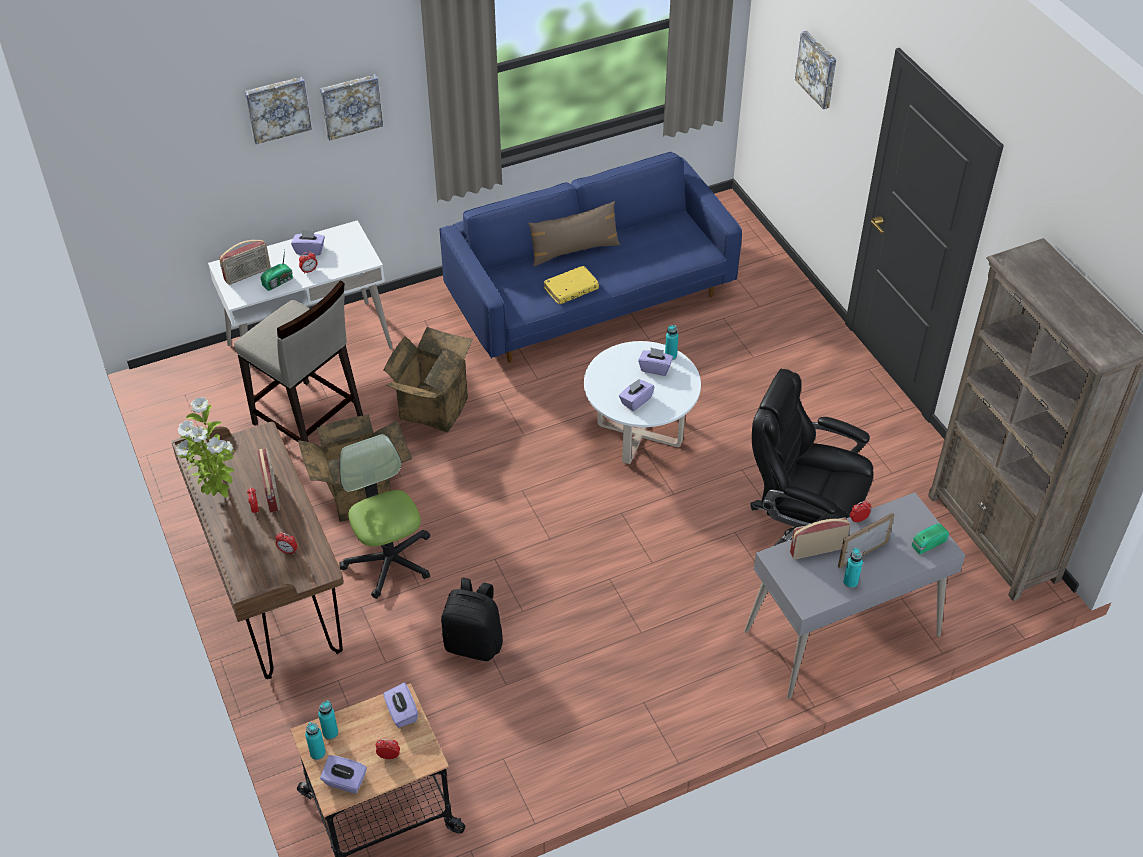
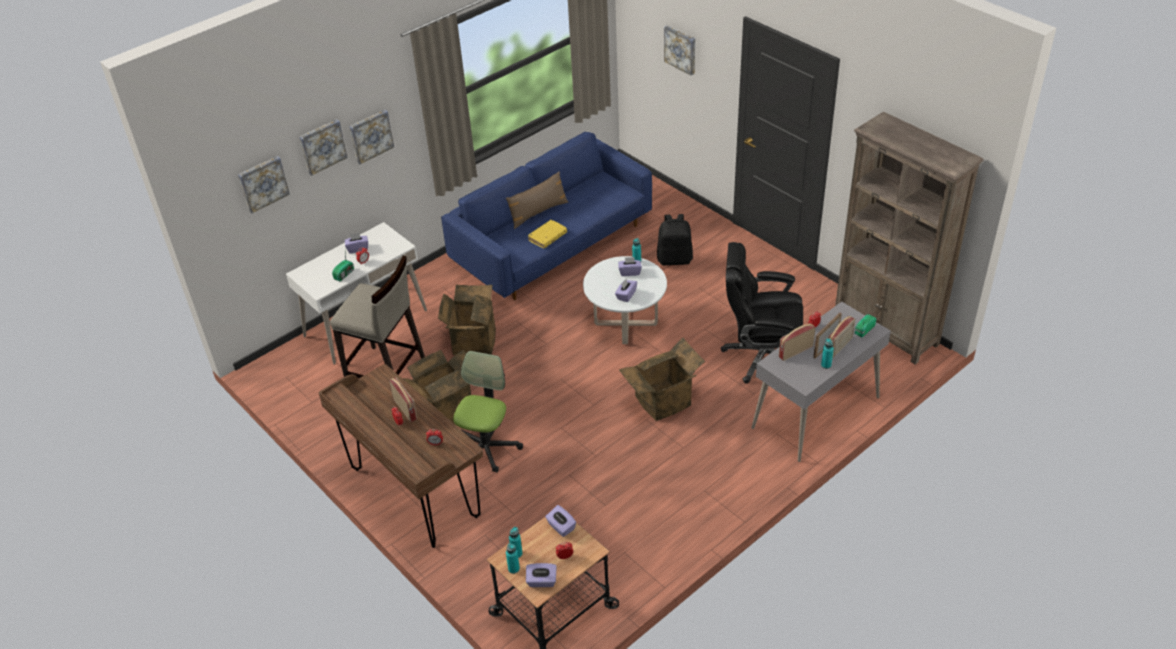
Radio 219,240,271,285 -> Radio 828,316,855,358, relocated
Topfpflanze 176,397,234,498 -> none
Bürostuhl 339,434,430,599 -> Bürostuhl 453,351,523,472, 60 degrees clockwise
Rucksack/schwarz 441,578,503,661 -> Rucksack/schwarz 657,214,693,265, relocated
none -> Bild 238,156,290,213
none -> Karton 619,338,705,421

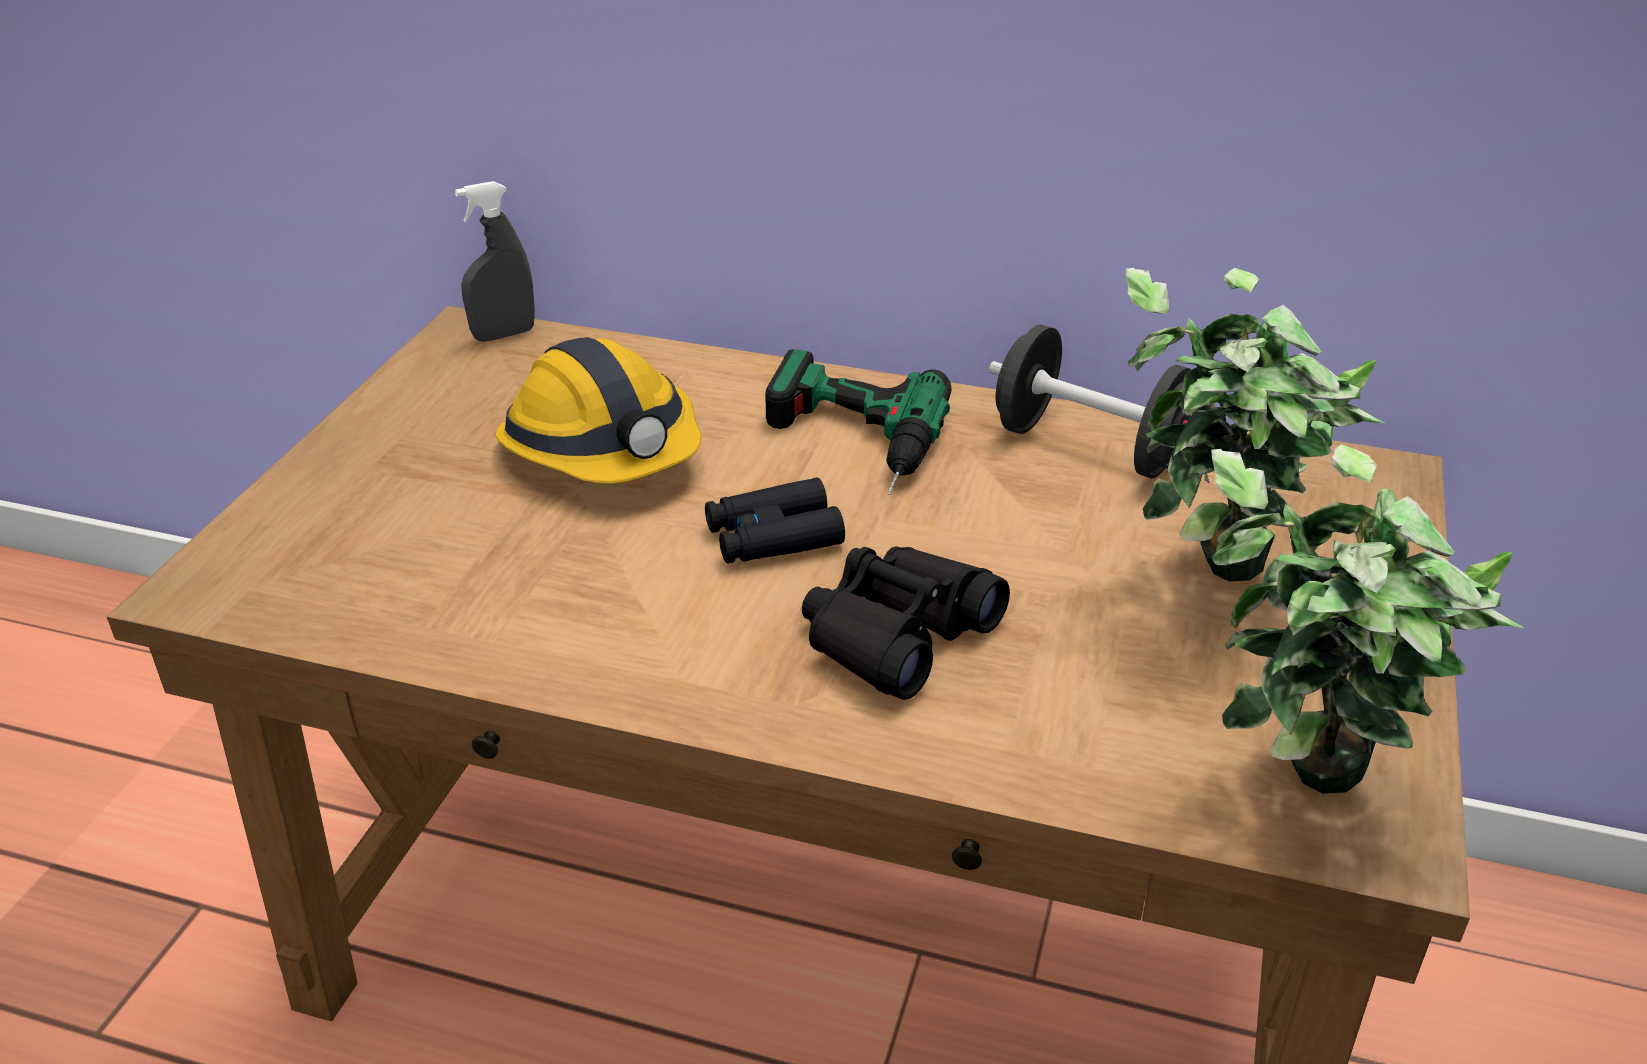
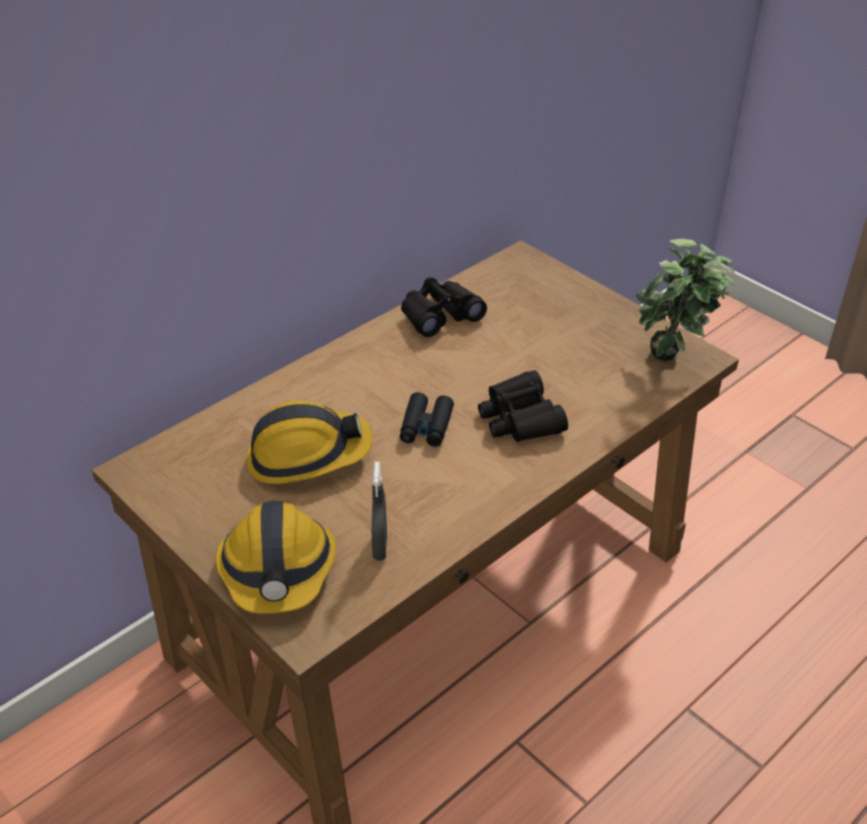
Sprühflasche/grau 455,181,535,342 -> Sprühflasche/grau 372,462,387,561, relocated
Topfpflanze 1126,268,1384,582 -> none
Hantel/schwarz 989,324,1191,478 -> Fernglas/schwarz 401,277,487,337
Bohrmaschine 765,349,951,495 -> none
none -> Schutzhelm 216,501,336,614

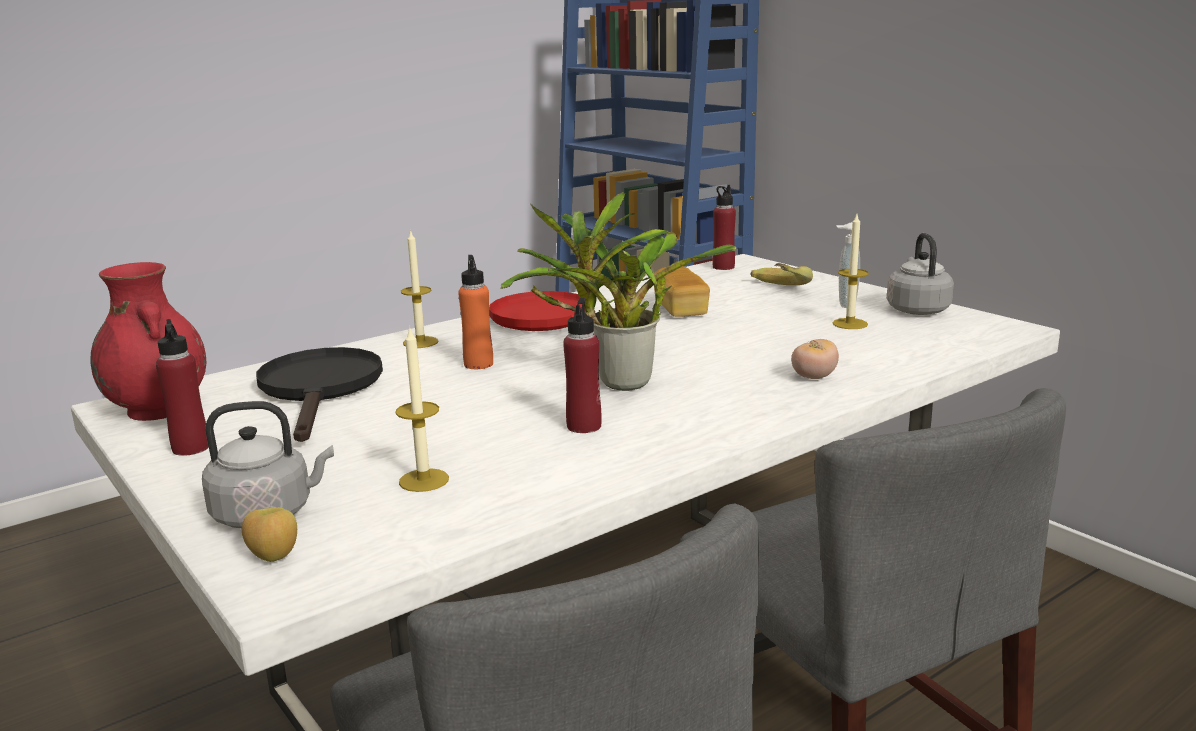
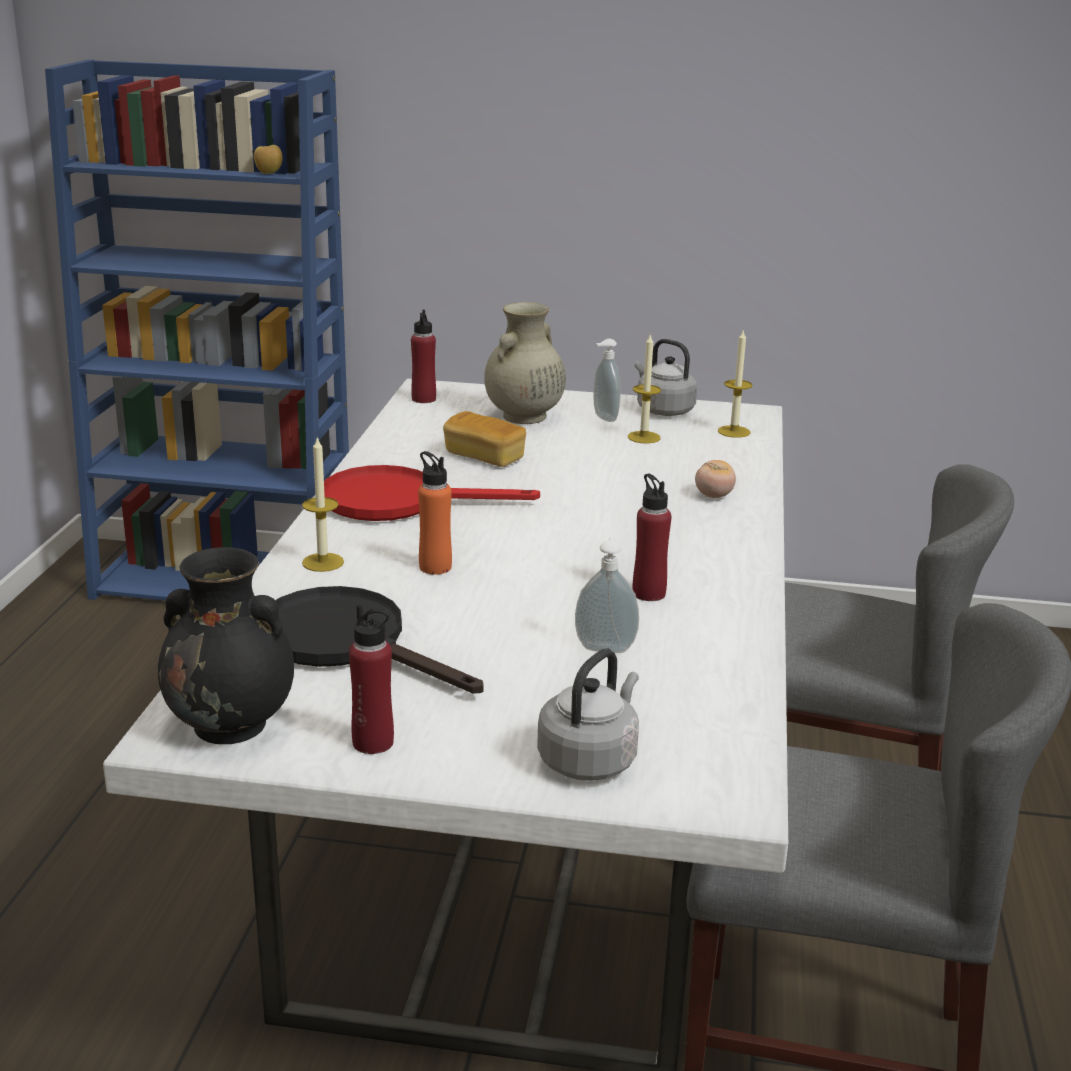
Topfpflanze 500,192,736,391 -> none
Vase/rot 90,262,206,421 -> Vase/schwarz 158,547,294,744
Banane 750,263,813,285 -> Vase/beige 484,302,566,424
Kerze 395,326,449,492 -> Kerze 718,329,753,438, relocated
Apfel 242,507,297,562 -> Apfel 254,145,282,174, relocated
none -> Seifenspender 575,537,639,653

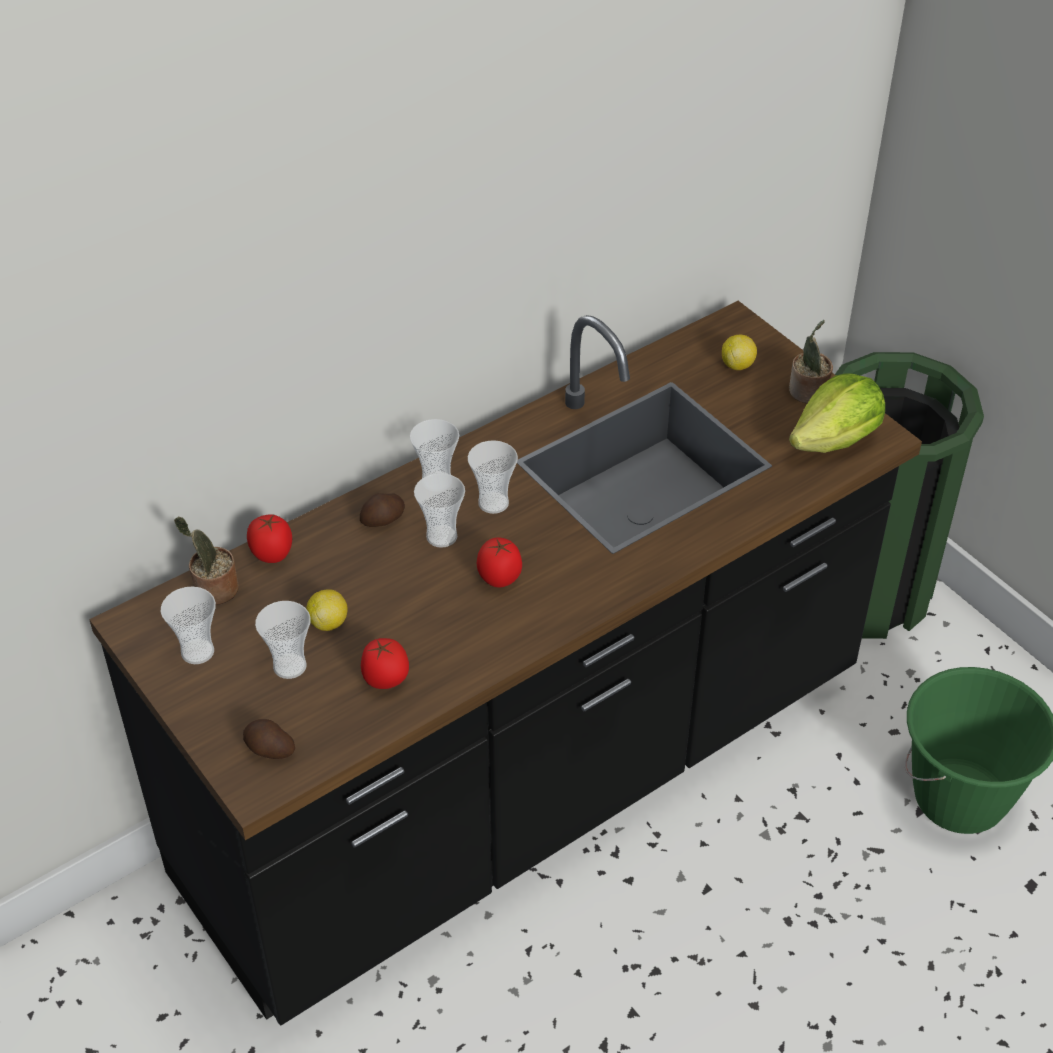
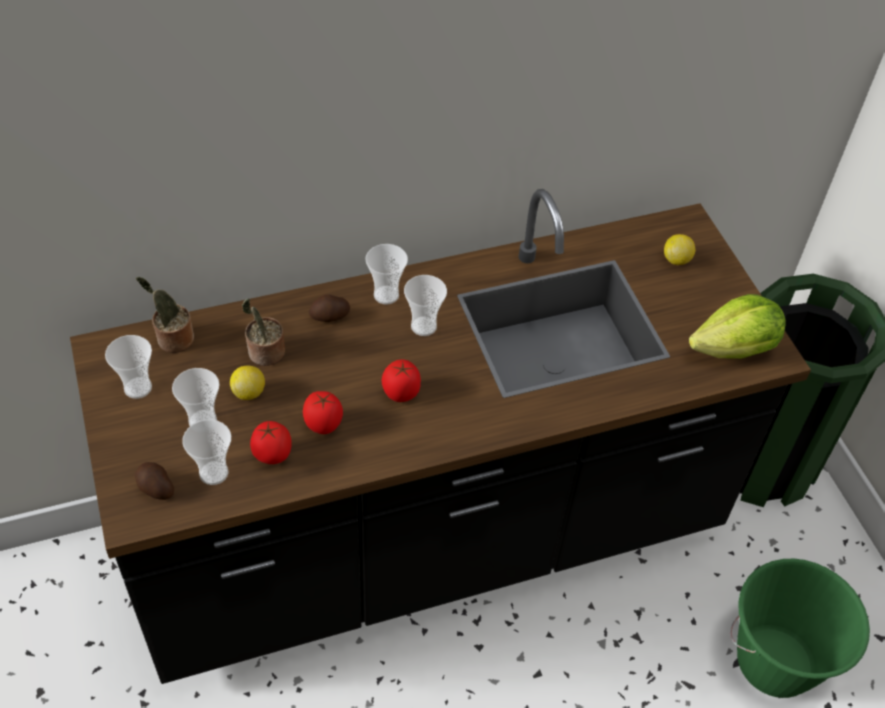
Topfpflanze 789,320,833,403 -> Topfpflanze 242,298,285,366, relocated
Tasse 414,473,465,548 -> Tasse 182,419,231,485, relocated
Tomate 247,515,292,563 -> Tomate 303,391,343,434, relocated

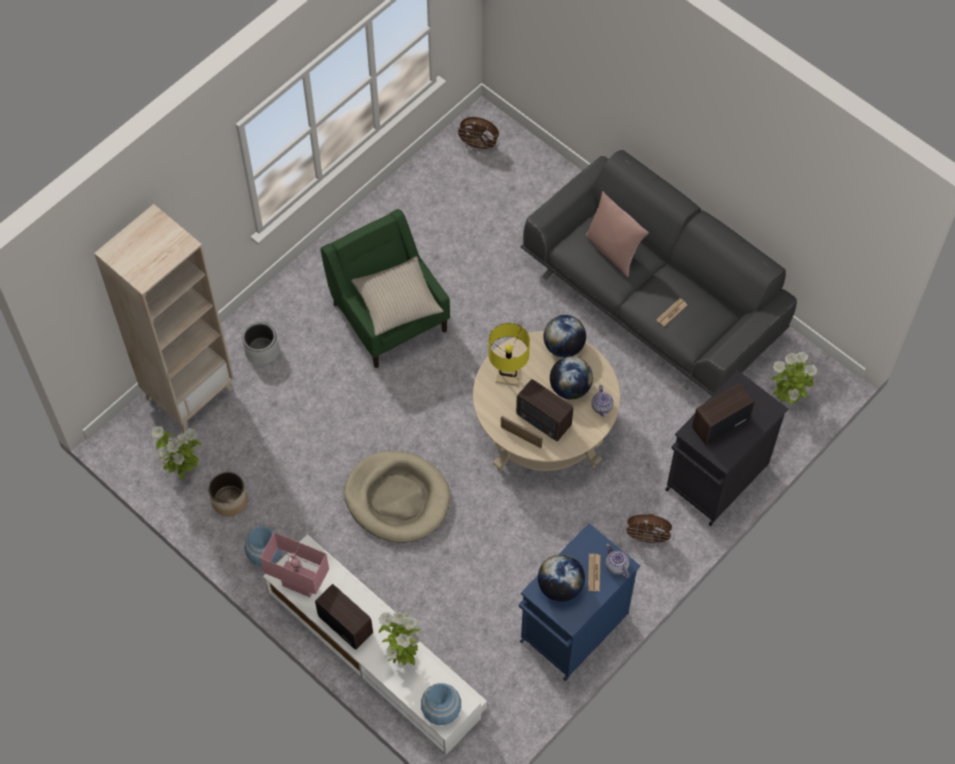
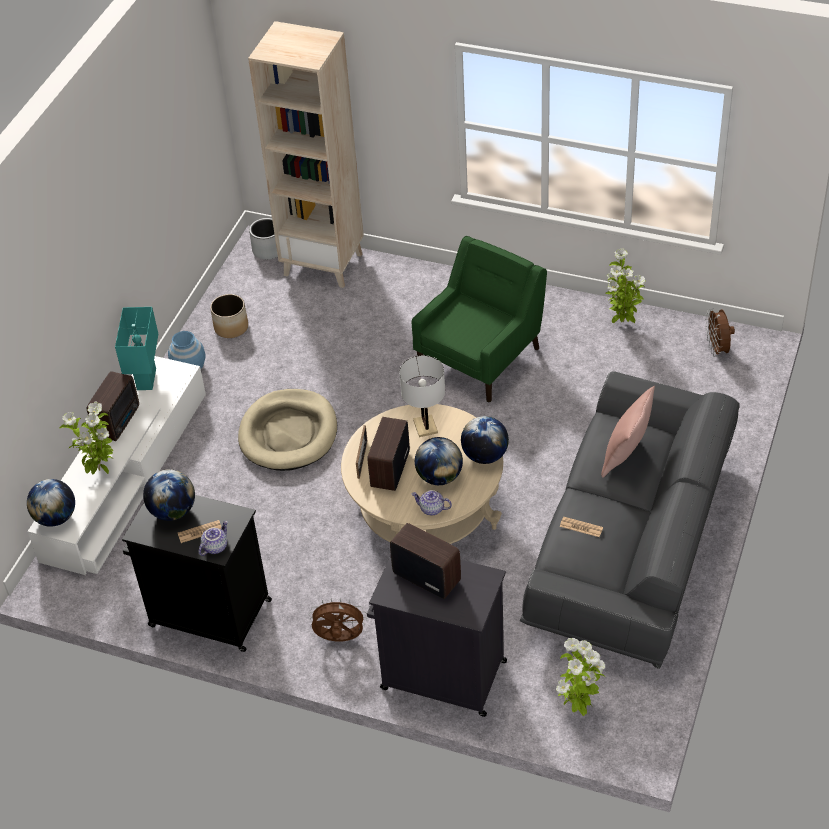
Kissen/beige 351,256,444,336 -> none
Pflanzkübel/grau 242,322,279,365 -> Pflanzkübel/grau 249,218,278,260, relocated
Tischlampe/gelb 488,323,530,386 -> Tischlampe/weiß 399,355,445,437
Teekanne 591,385,614,417 -> Teekanne 412,490,452,516, 45 degrees clockwise
Topfpflanze 151,426,201,479 -> Topfpflanze 605,249,646,323, relocated
Ventilator/braun 623,514,674,546 -> Ventilator/braun 309,598,367,642, 105 degrees clockwise
Schrank/blau 519,523,640,681 -> Schrank/schwarz 122,495,272,652
Tischlampe/rosa 260,532,329,597 -> Tischlampe/türkis 115,307,158,390
Vase/blau 421,683,461,725 -> Globus 27,479,75,527

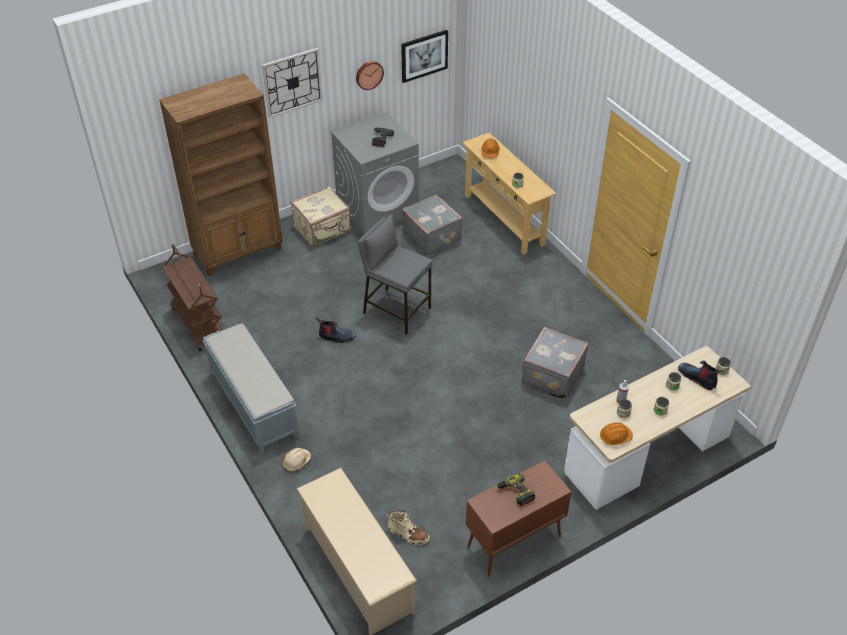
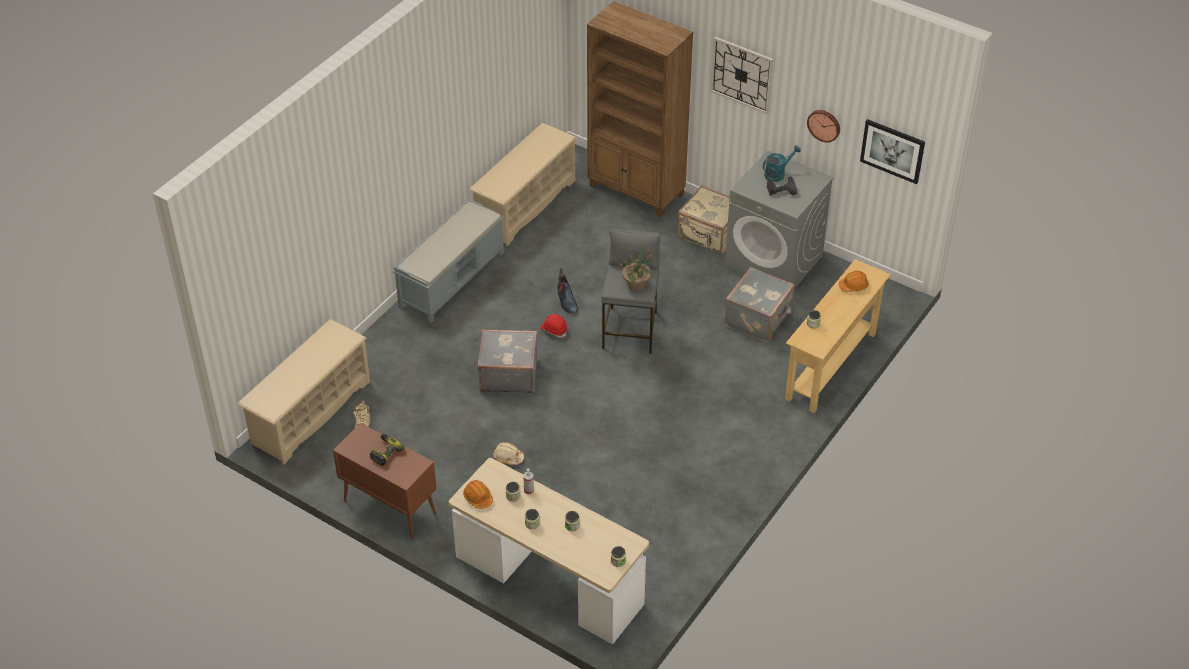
Rollwagen/braun 162,244,223,351 -> Schuhregal/beige 469,123,577,246
Koffer/grau 521,327,588,400 -> Koffer/grau 477,329,538,393, relocated
Stiefel 678,360,723,390 -> none
Schutzhelm/beige 282,448,311,471 -> Schutzhelm/beige 493,442,524,465, relocated
none -> Gießkanne/türkis 763,145,801,182
none -> Topfpflanze 620,243,655,291
none -> Schutzhelm/rot 541,314,568,338

